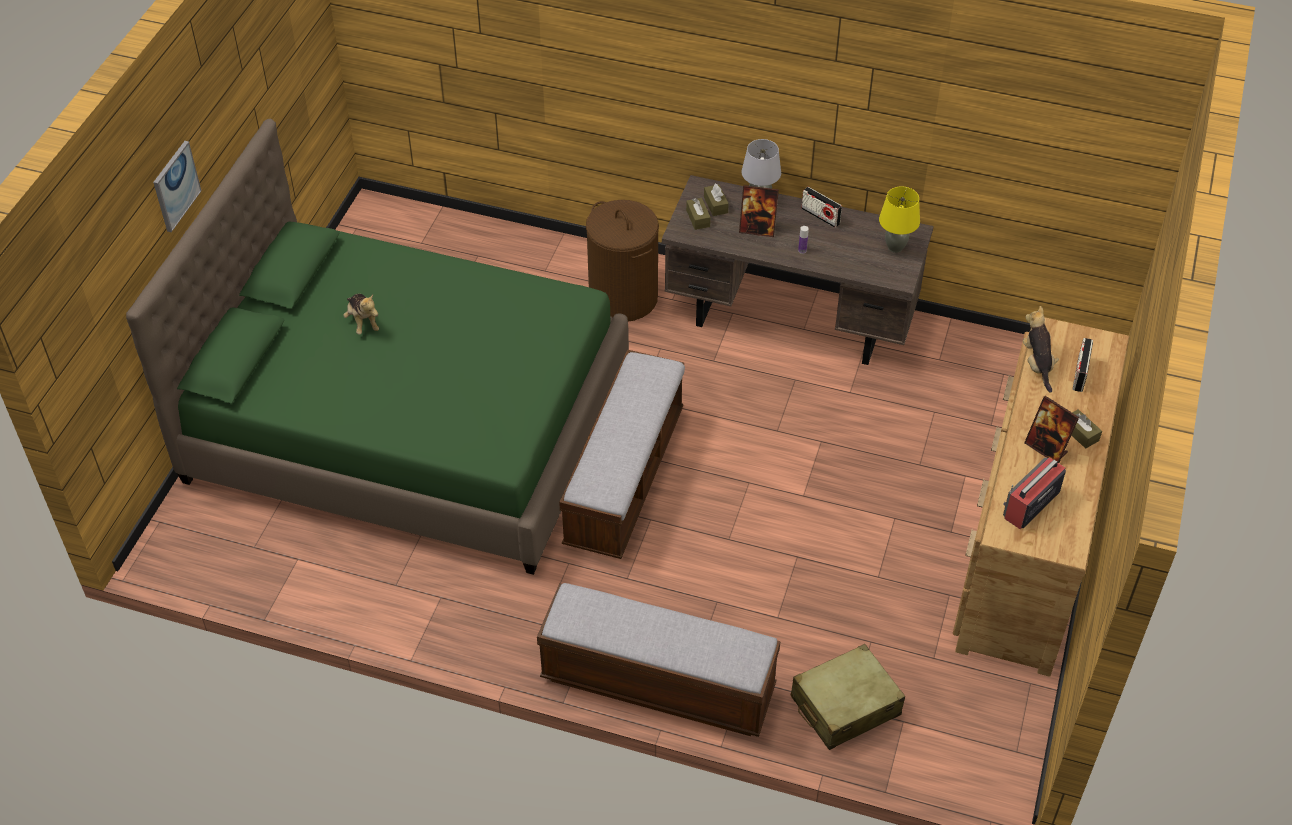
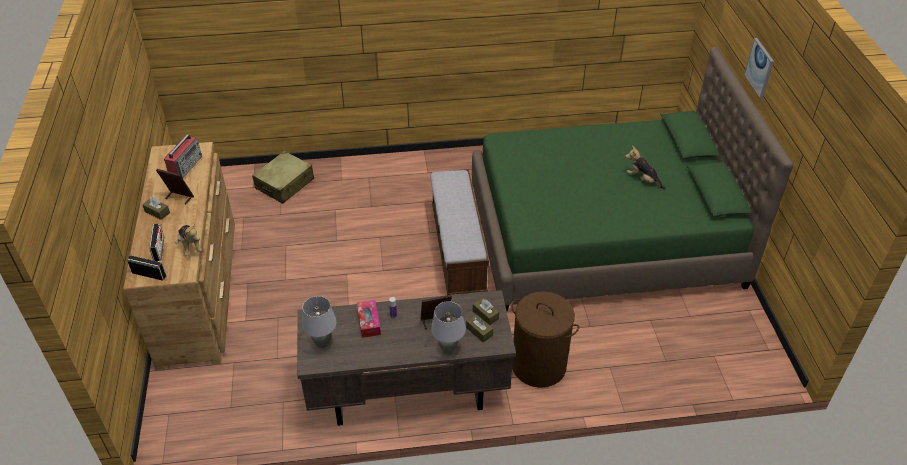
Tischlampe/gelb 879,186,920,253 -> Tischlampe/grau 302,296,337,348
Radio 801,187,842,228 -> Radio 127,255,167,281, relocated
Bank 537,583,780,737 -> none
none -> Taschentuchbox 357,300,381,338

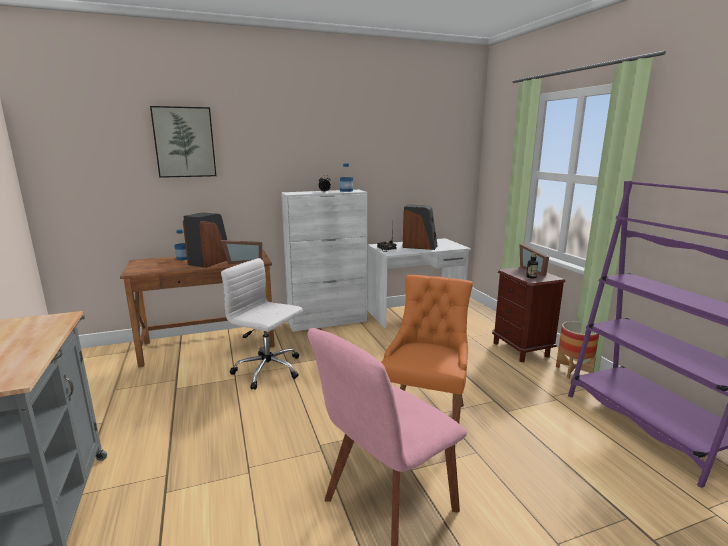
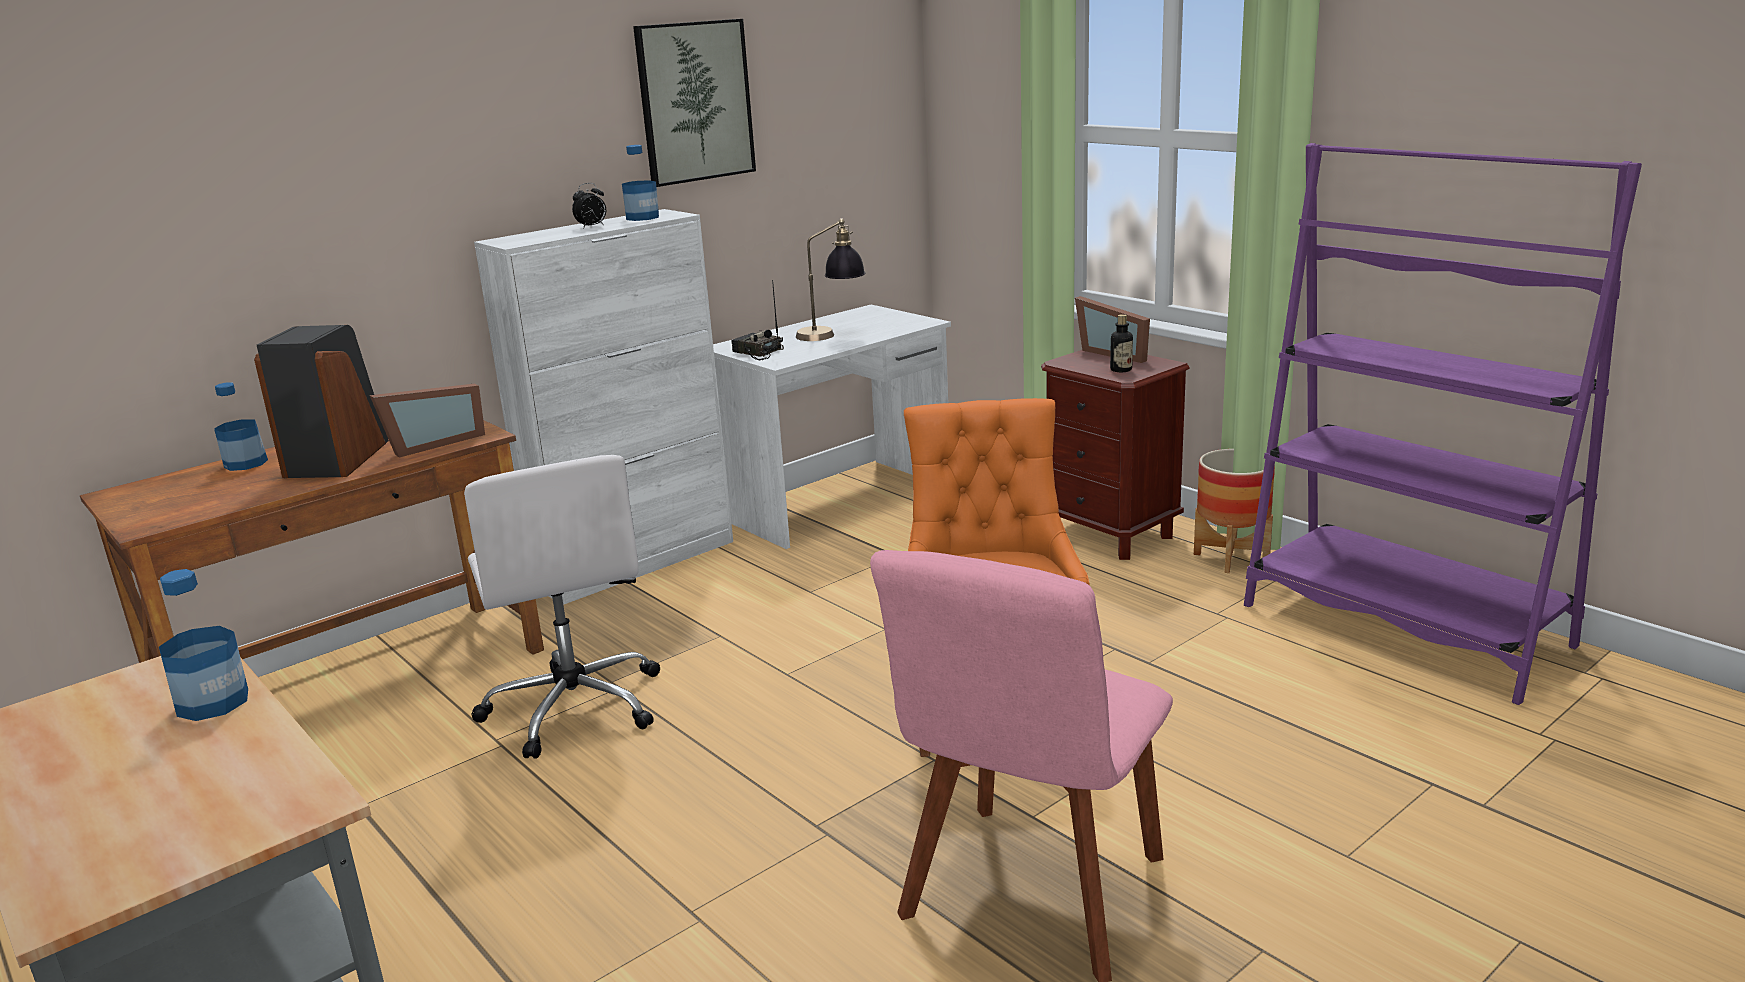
Bild 150,106,216,178 -> Bild 633,19,756,187, relocated
Lautsprecher 403,205,438,250 -> Tischlampe 796,218,865,341
Bürostuhl/weiß 221,258,303,390 -> Bürostuhl/weiß 464,455,660,758, 120 degrees counterclockwise
none -> Flasche 159,569,248,721

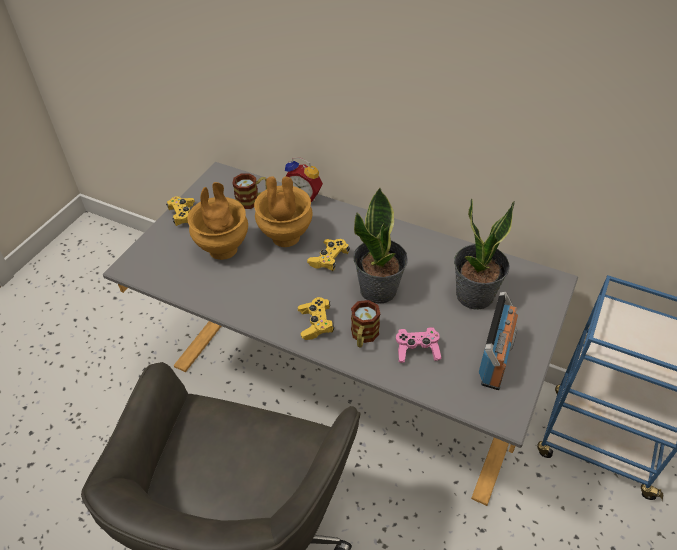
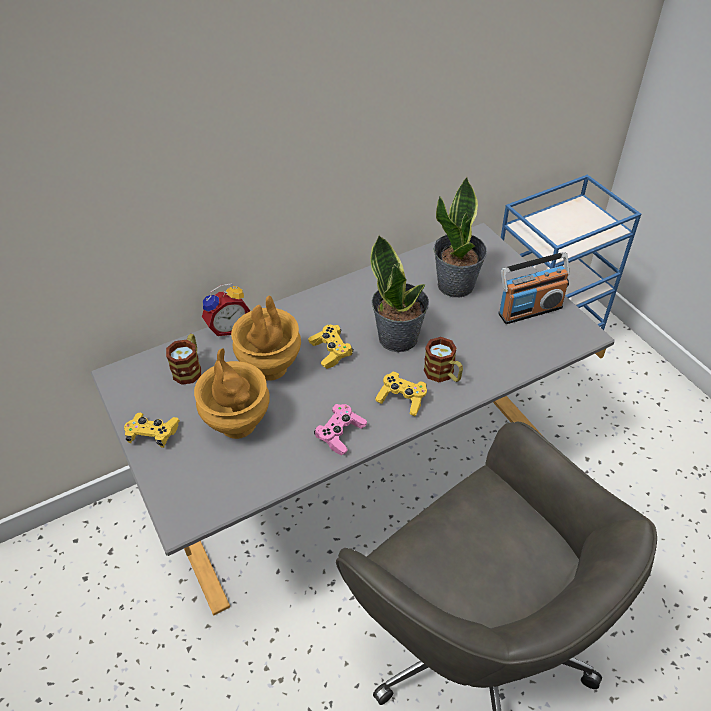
Radio 479,292,518,390 -> Radio 498,252,570,324, 105 degrees clockwise
Gamepad/rosa 396,327,442,363 -> Gamepad/rosa 314,404,367,455, relocated

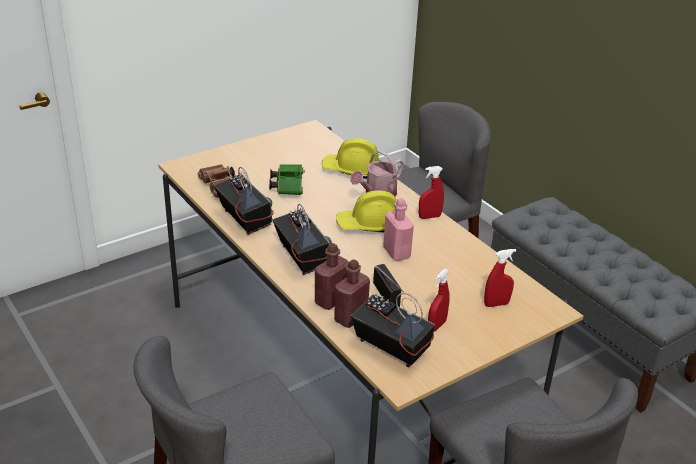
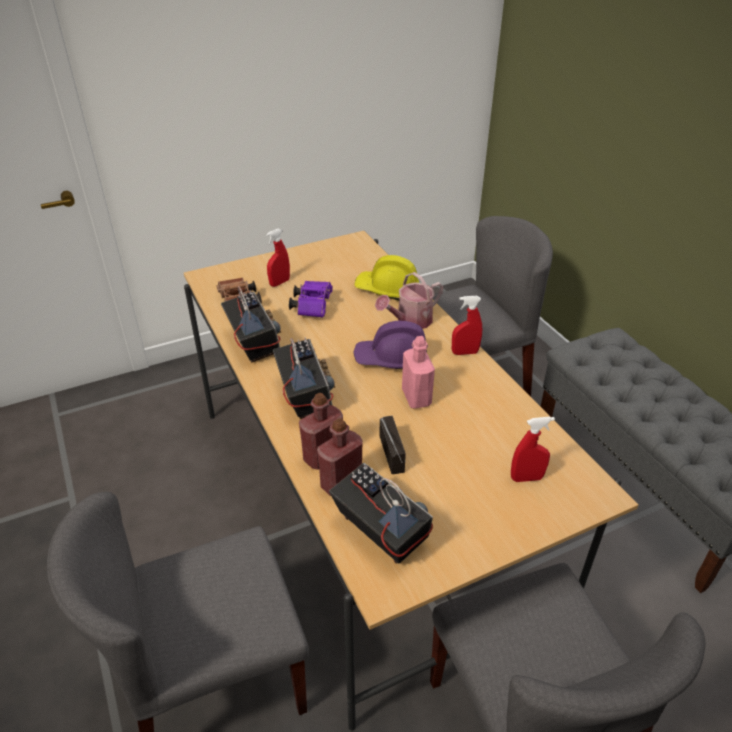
Fernglas/grün 269,164,305,195 -> Fernglas/lila 289,281,333,318
Schutzhelm/gelb 336,190,397,232 -> Schutzhelm/lila 354,321,427,370
Sprühflasche/rot 428,268,450,332 -> Sprühflasche/rot 266,229,290,287, relocated

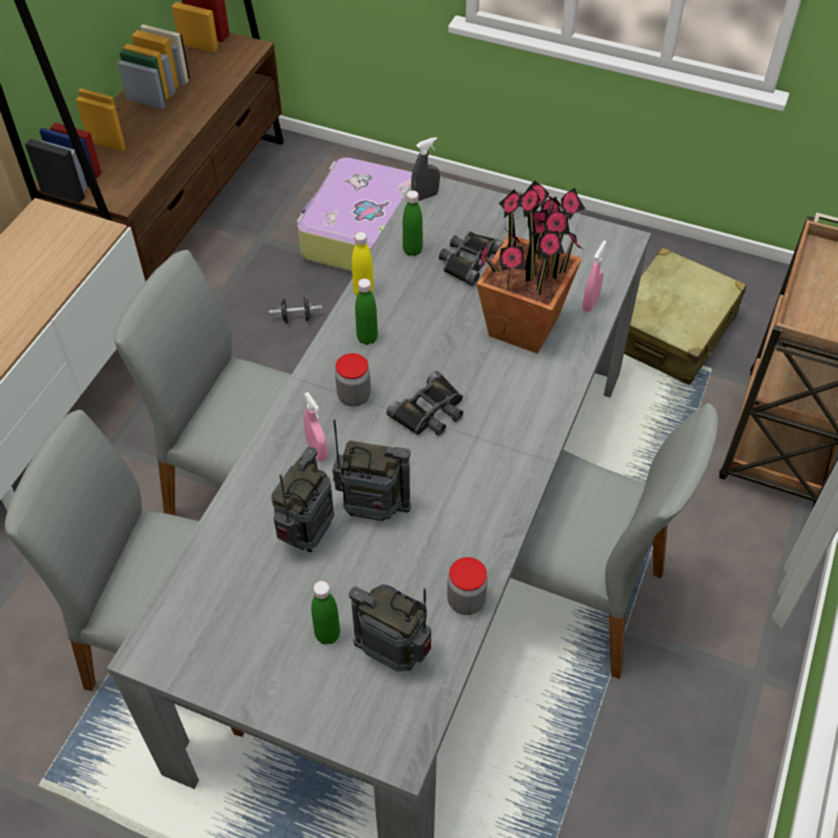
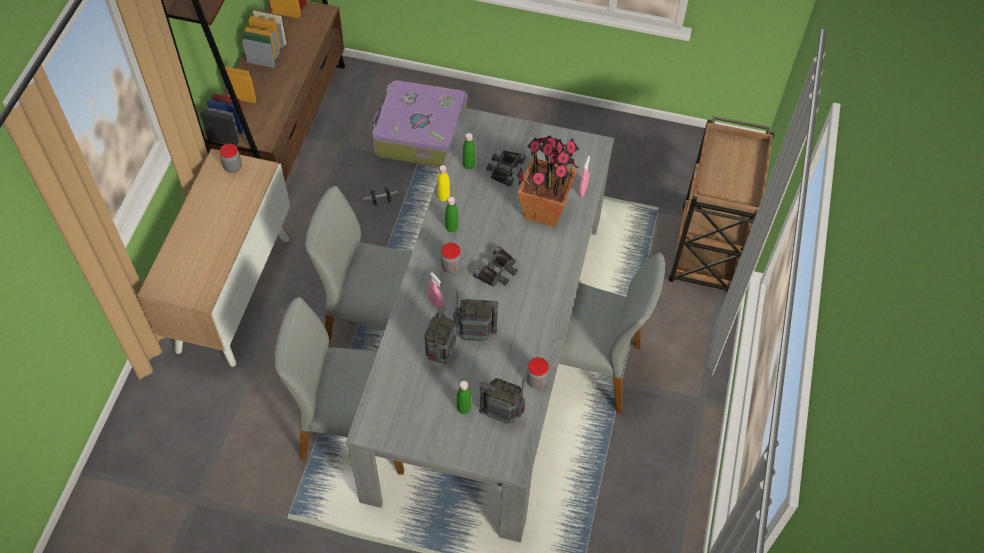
Sprühflasche/grau 411,137,440,201 -> none
Koffer/beige 624,248,747,385 -> none
none -> Vorratsglas 220,144,242,173

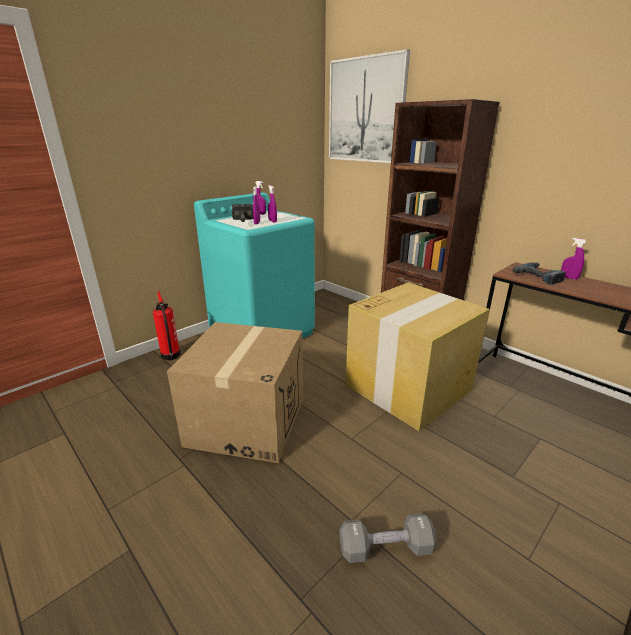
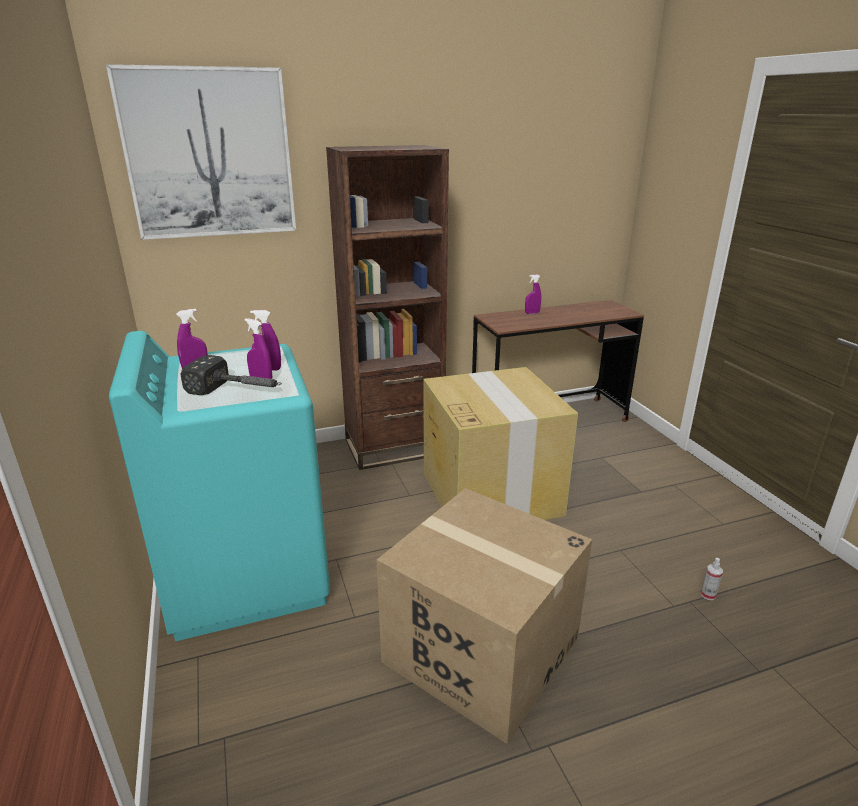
Bohrmaschine 513,262,566,285 -> none
Feuerlöscher 153,291,180,361 -> none
Hantel/grau 340,513,437,563 -> Sprühflasche 701,558,723,600

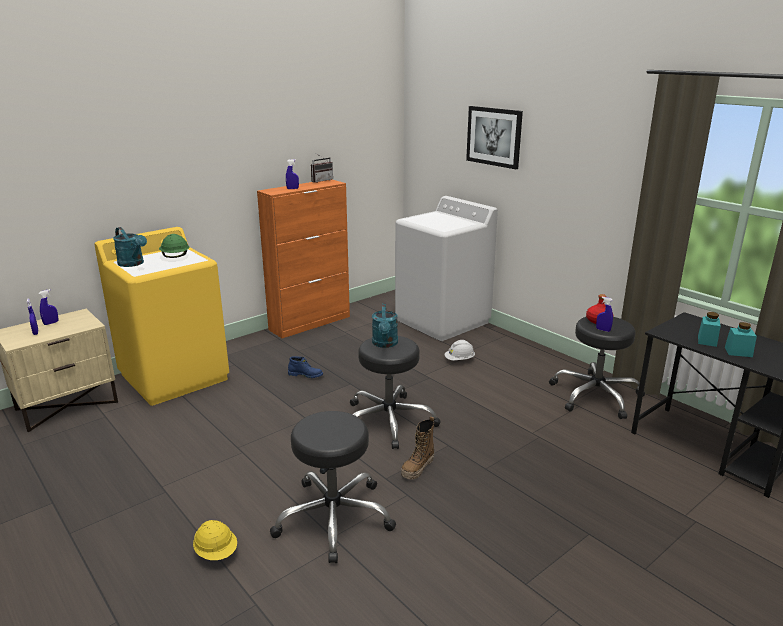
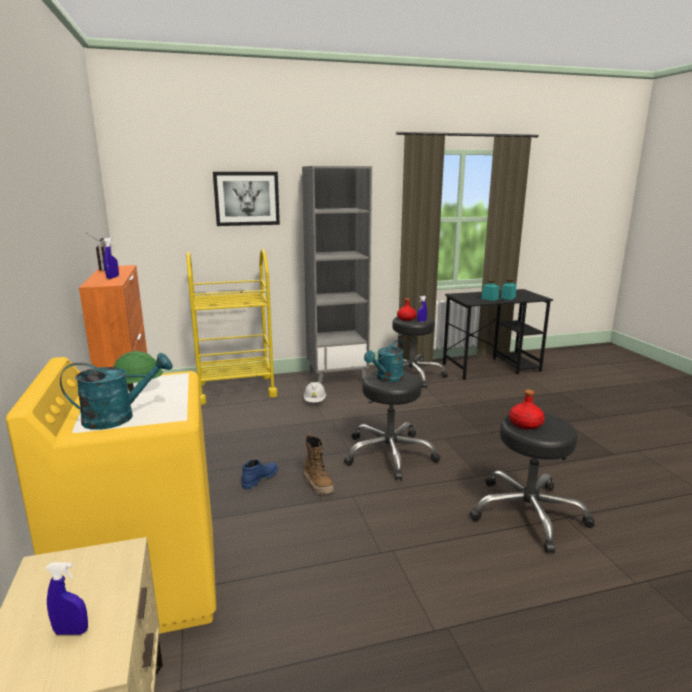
Waschmaschine/weiß 395,196,498,341 -> Rollwagen/gelb 186,249,278,405
Sprühflasche/blau 39,289,59,325 -> none
Gießkanne/türkis 372,303,398,348 -> Gießkanne/türkis 364,340,404,382, 105 degrees clockwise
Stiefel 401,416,434,480 -> Stiefel 303,433,334,494, relocated
Schutzhelm/gelb 193,520,237,560 -> none
none -> Bücherregal/grau 302,166,372,384
none -> Flasche/rot 509,390,545,429

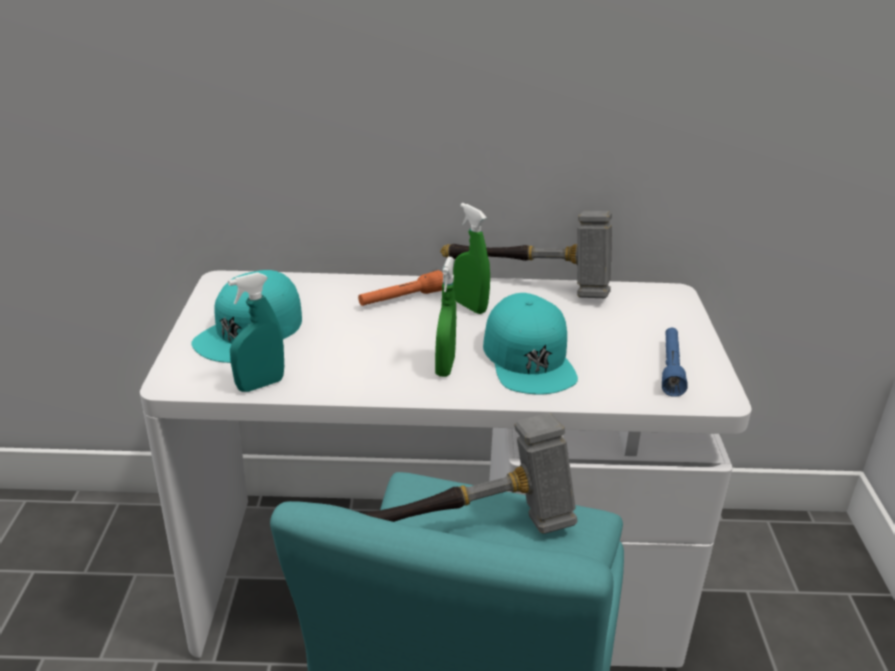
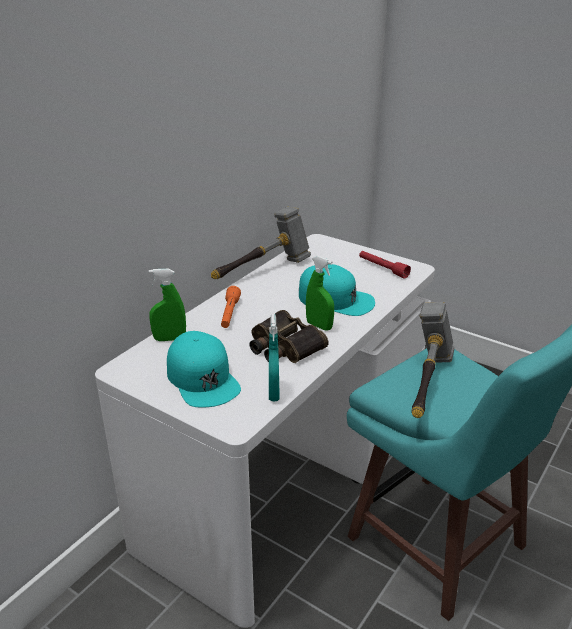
Sprühflasche/grün 453,203,490,314 -> Sprühflasche/grün 149,269,186,341, relocated
Taschenlampe/blau 662,328,687,397 -> Taschenlampe/rot 359,251,411,279
none -> Fernglas 249,310,328,363

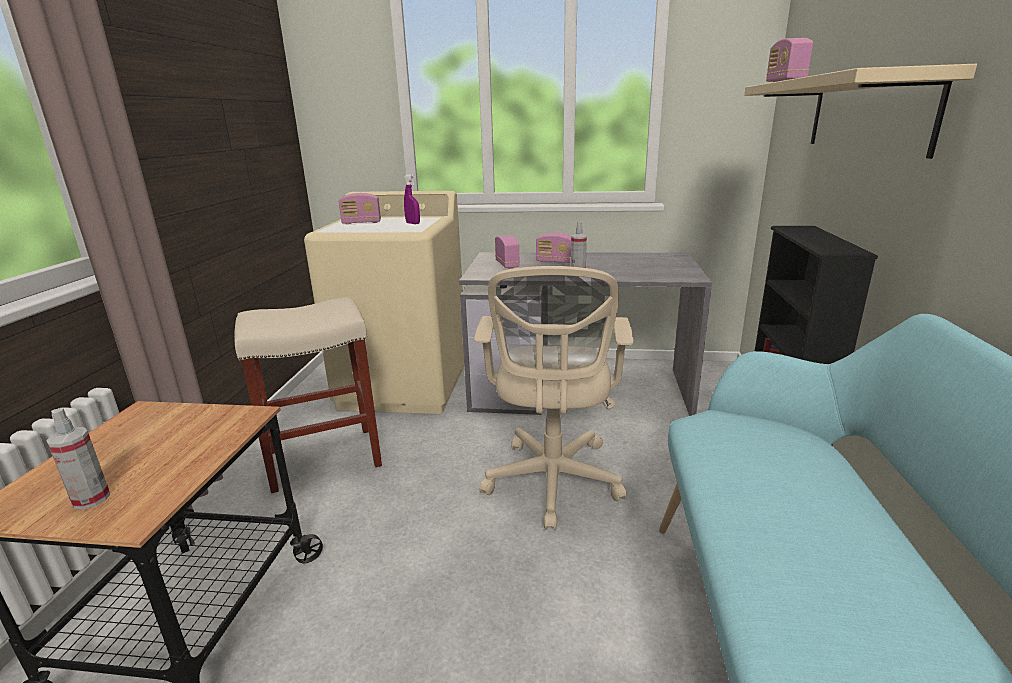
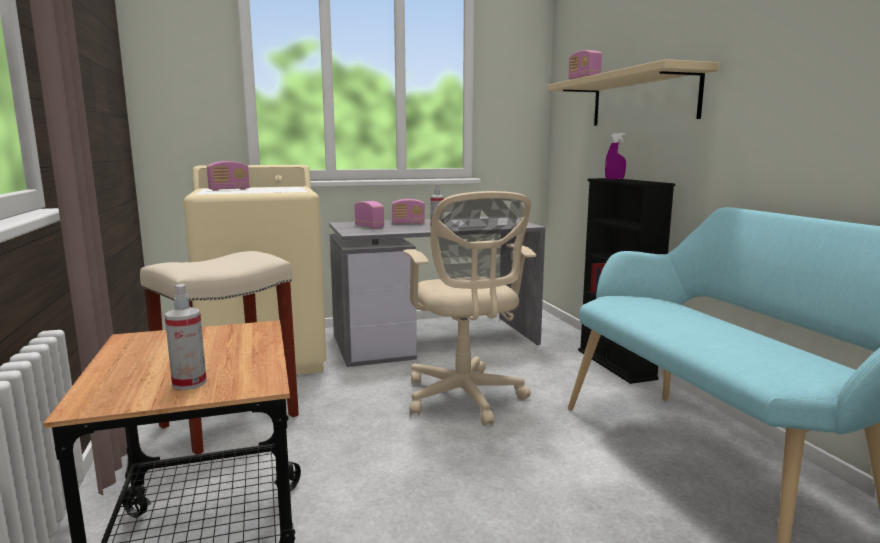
Sprühflasche/lila 404,174,420,224 -> Sprühflasche/lila 605,133,626,179, relocated

